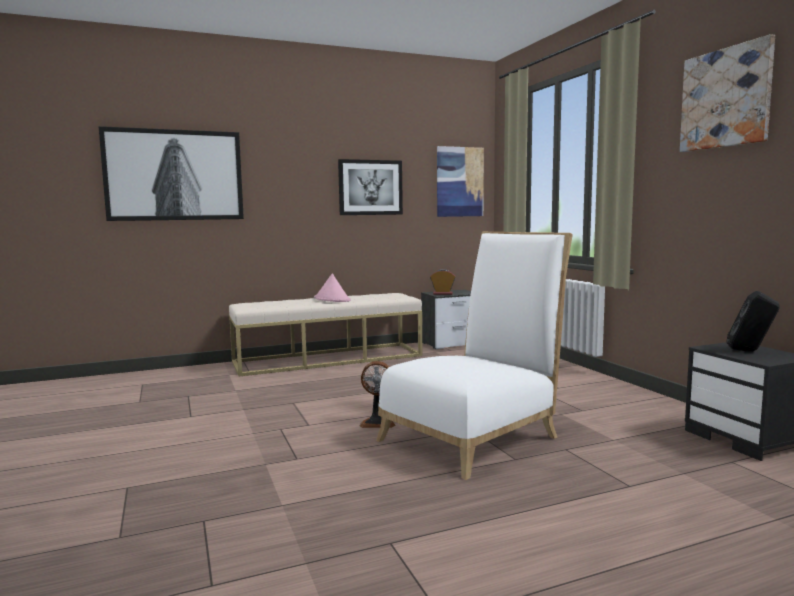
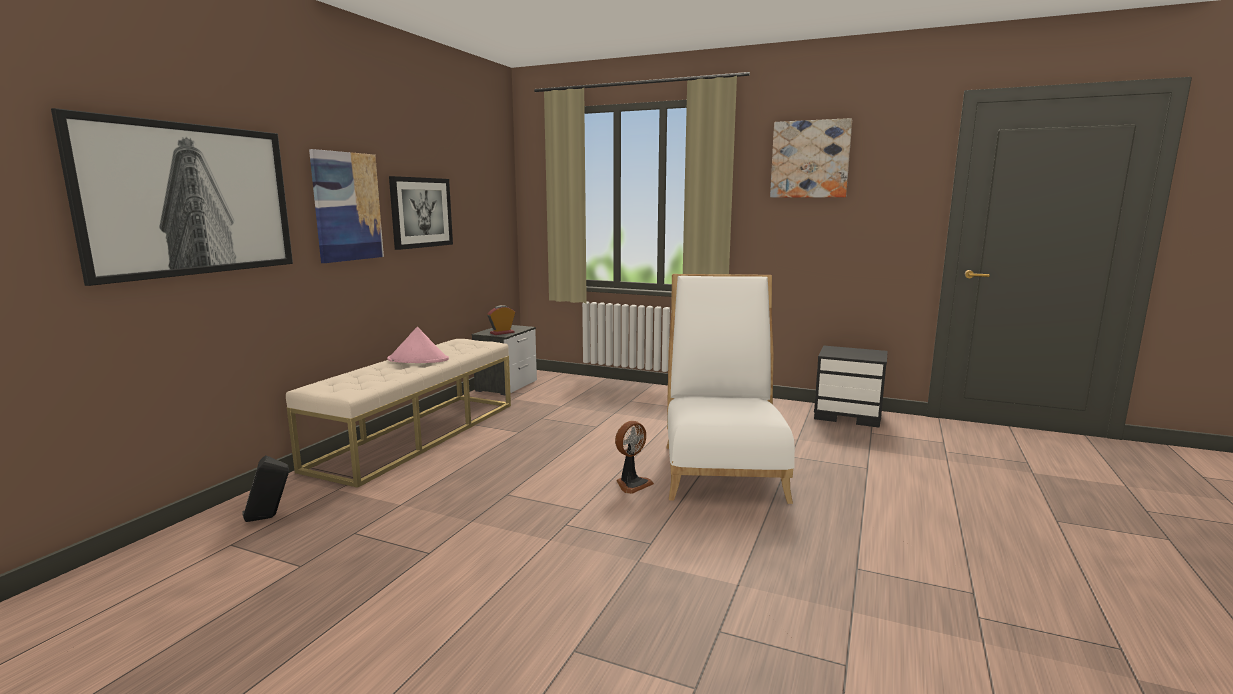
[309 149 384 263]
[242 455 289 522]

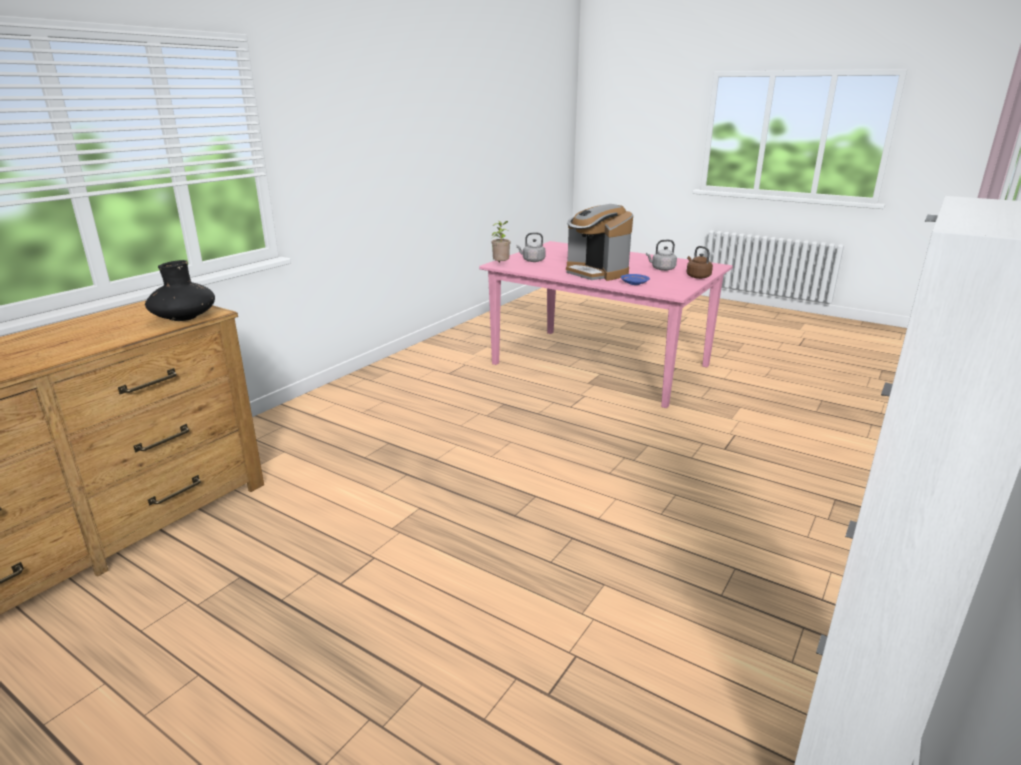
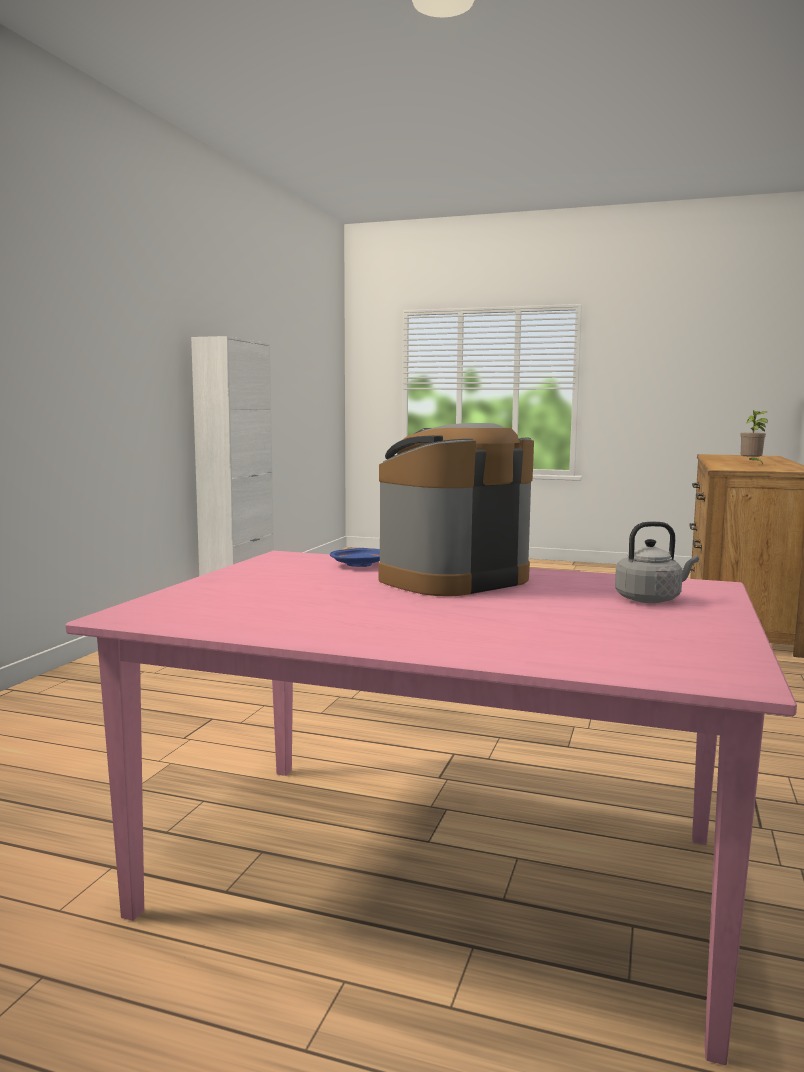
[378 423 534 596]
[740 410 768 465]
[646 240 677 271] (first image)
[687 246 713 279] (first image)
[145 260 215 321] (first image)

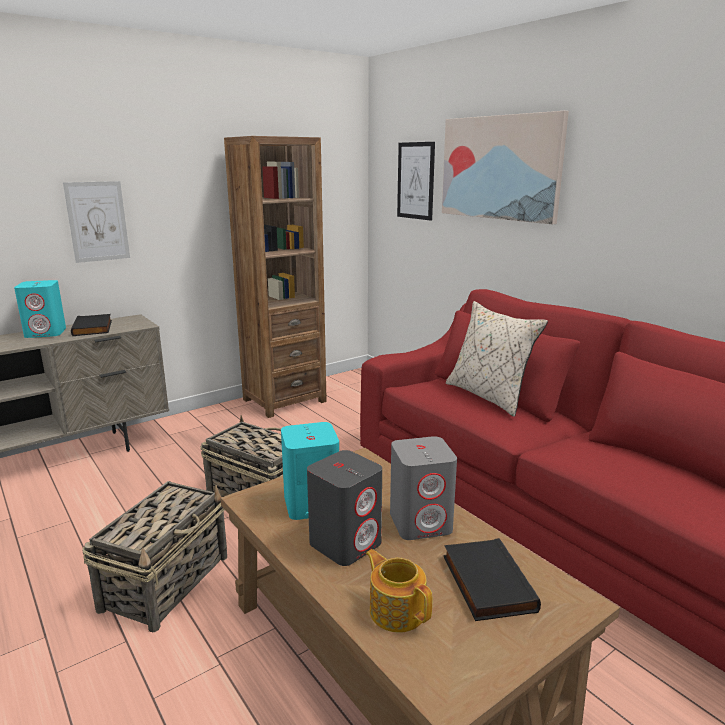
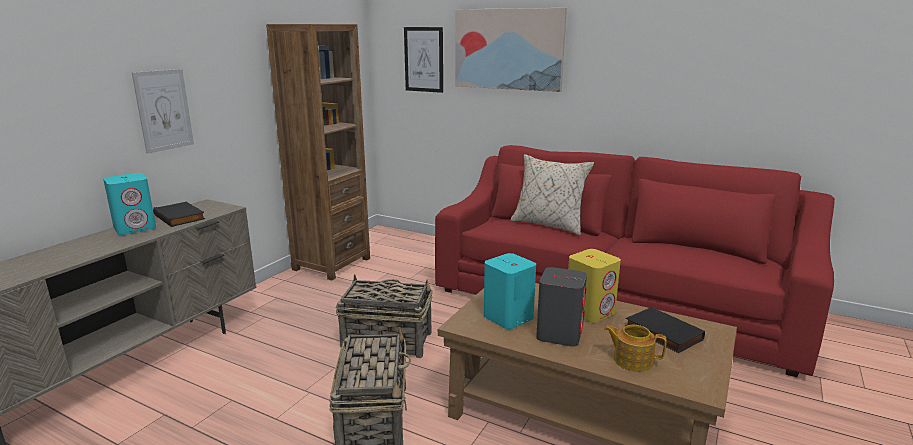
[568 249 621 323]

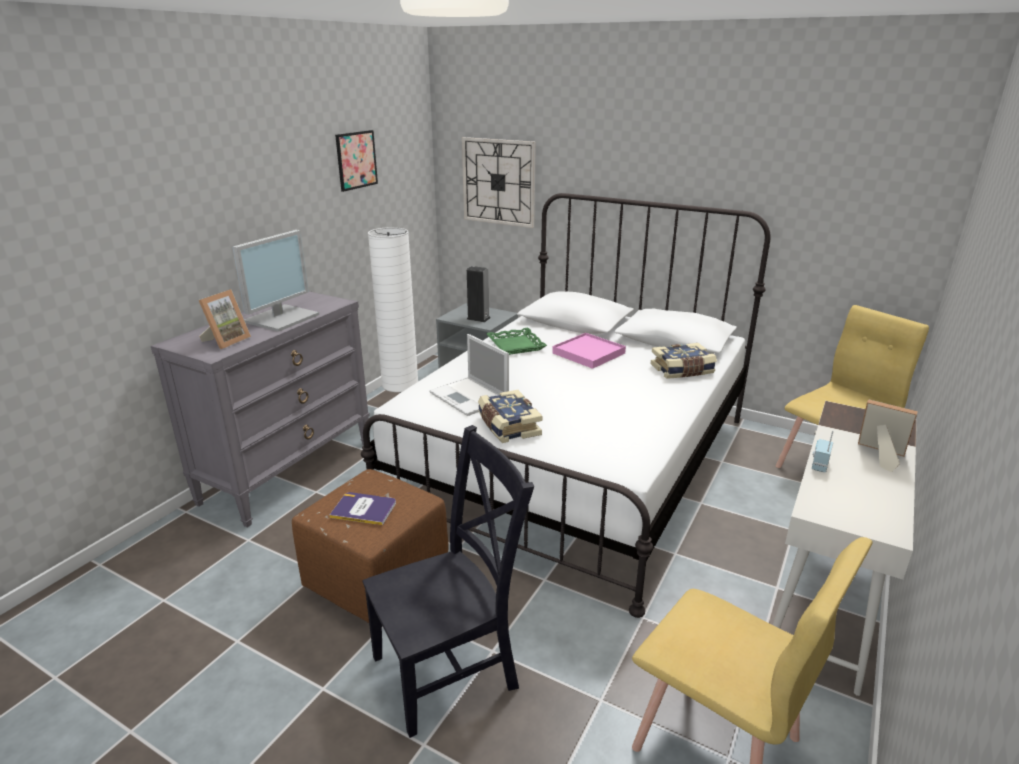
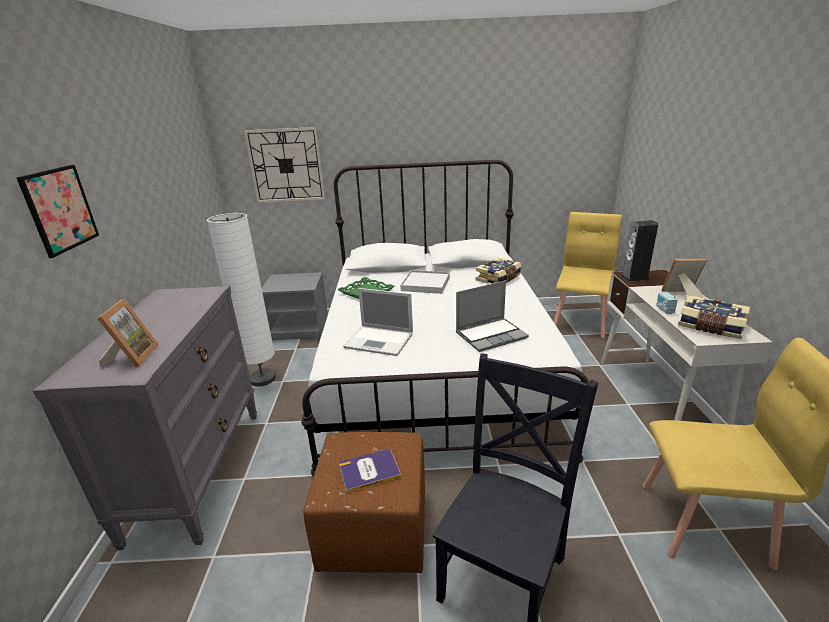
[17 165 99 258]
[233 230 319 332] (first image)
[621 220 658 282]
[400 270 450 294]
[678 295 750 339]
[456 281 529 352]

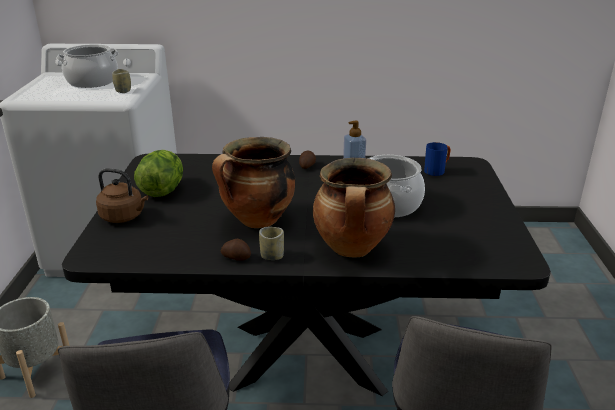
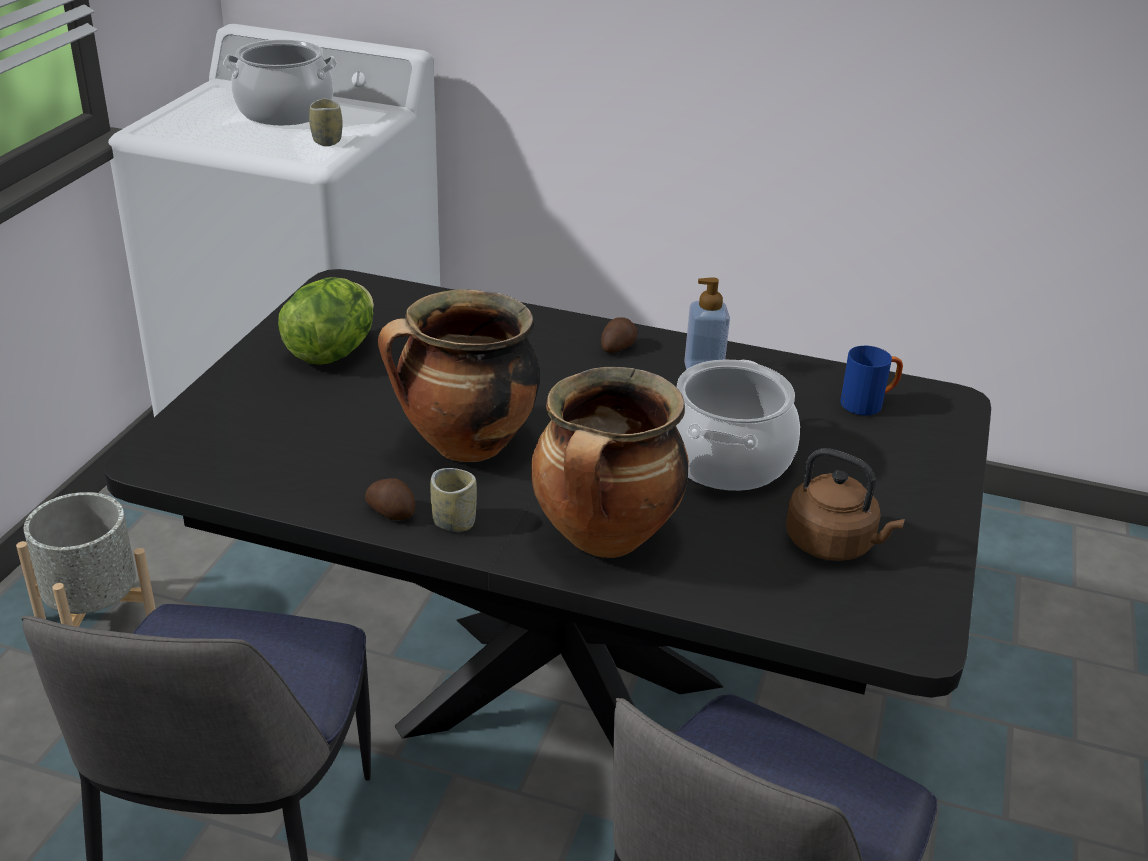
[786 448 905 561]

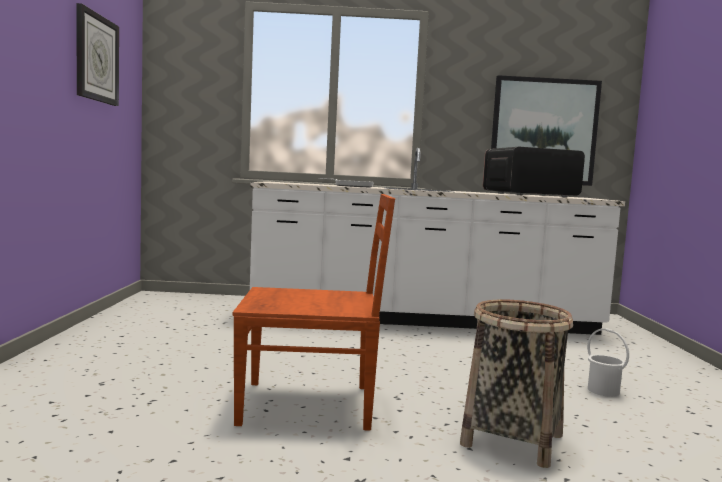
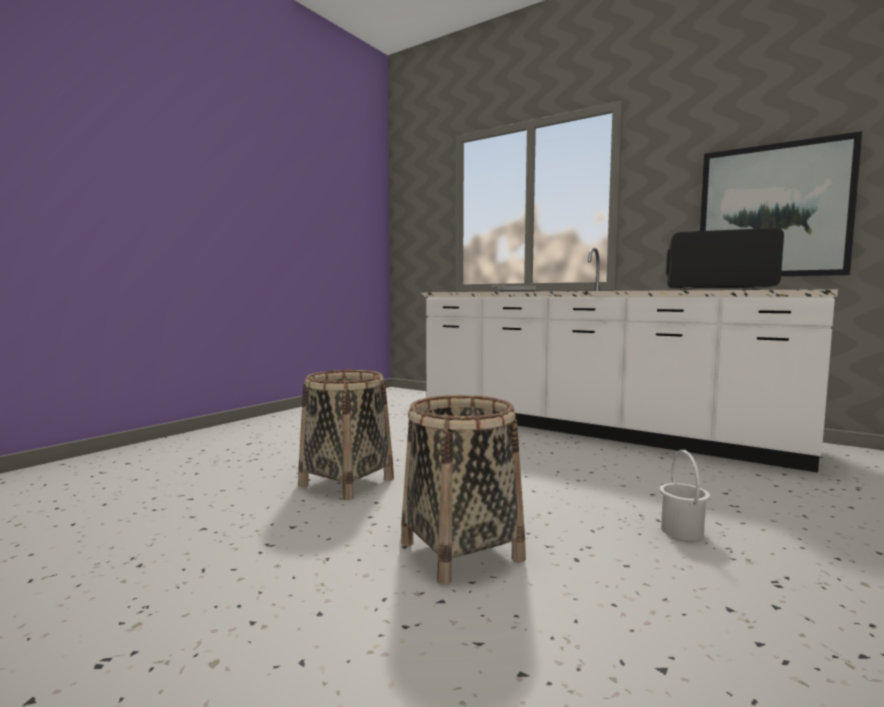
[76 3 119 106] (first image)
[298 370 394 500]

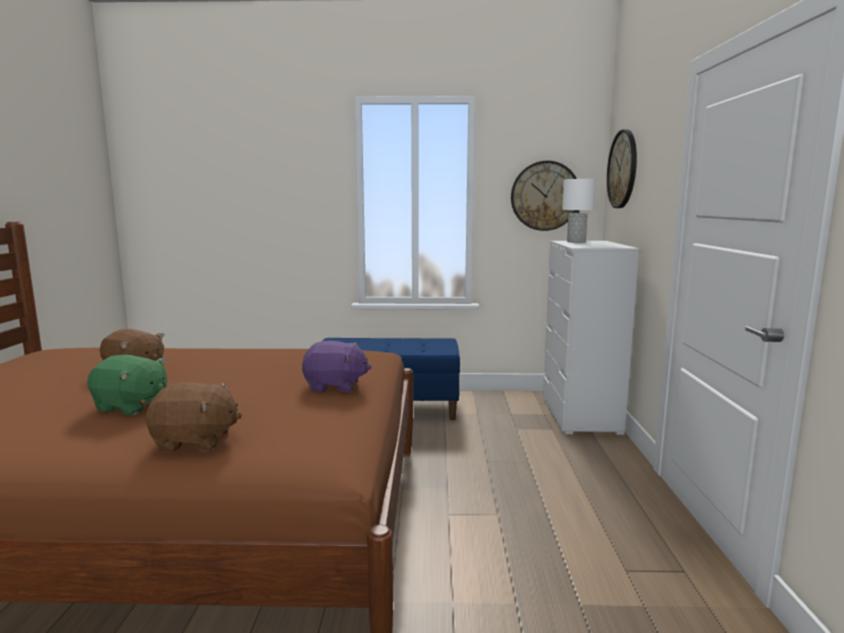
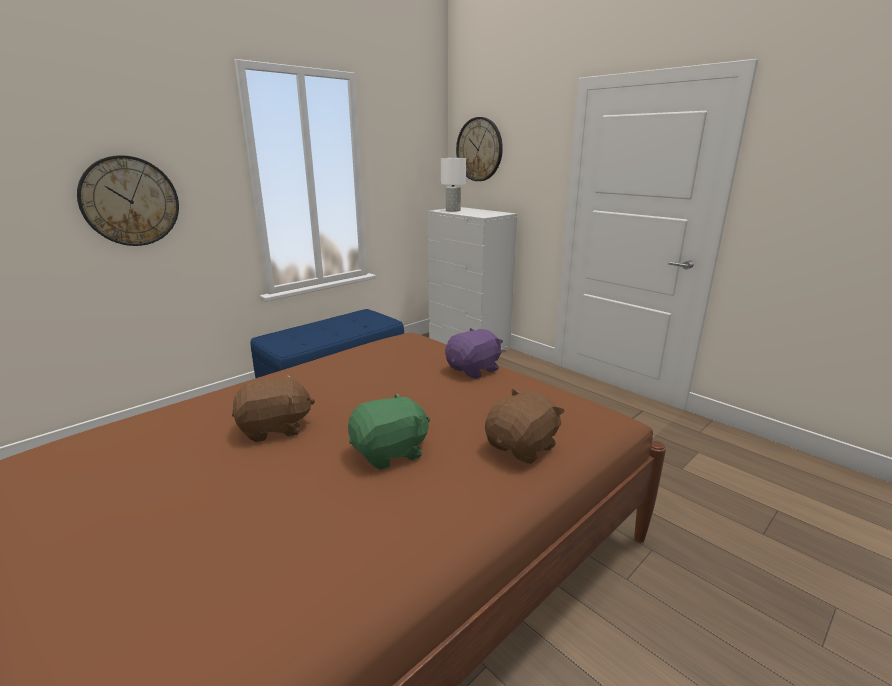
[77 155 179 246]

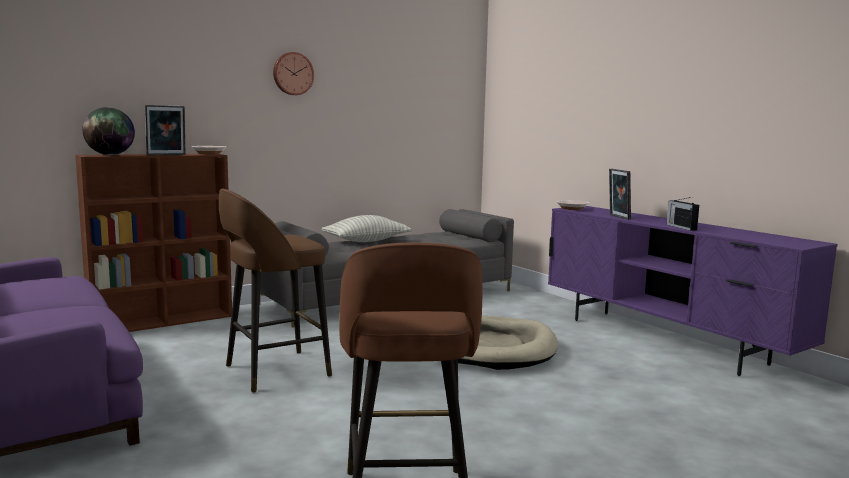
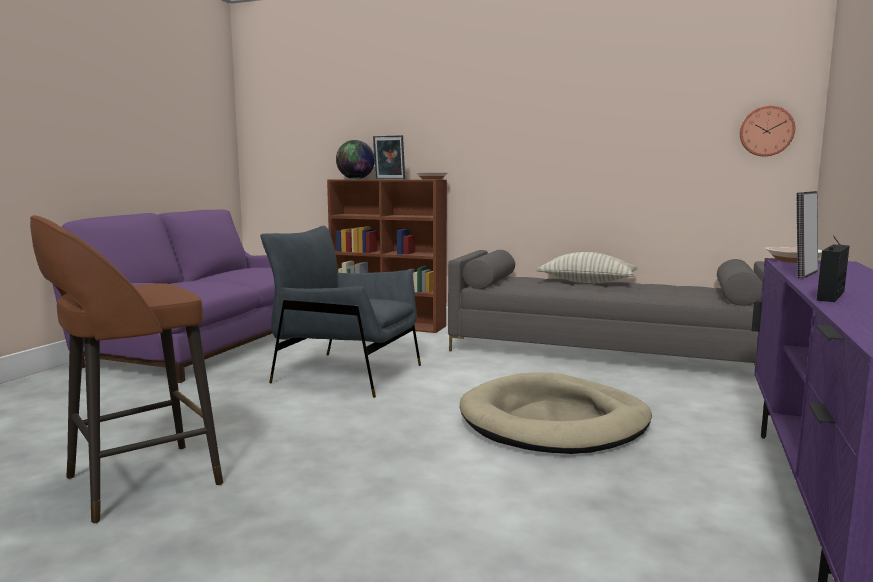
[740 106 795 156]
[260 226 421 398]

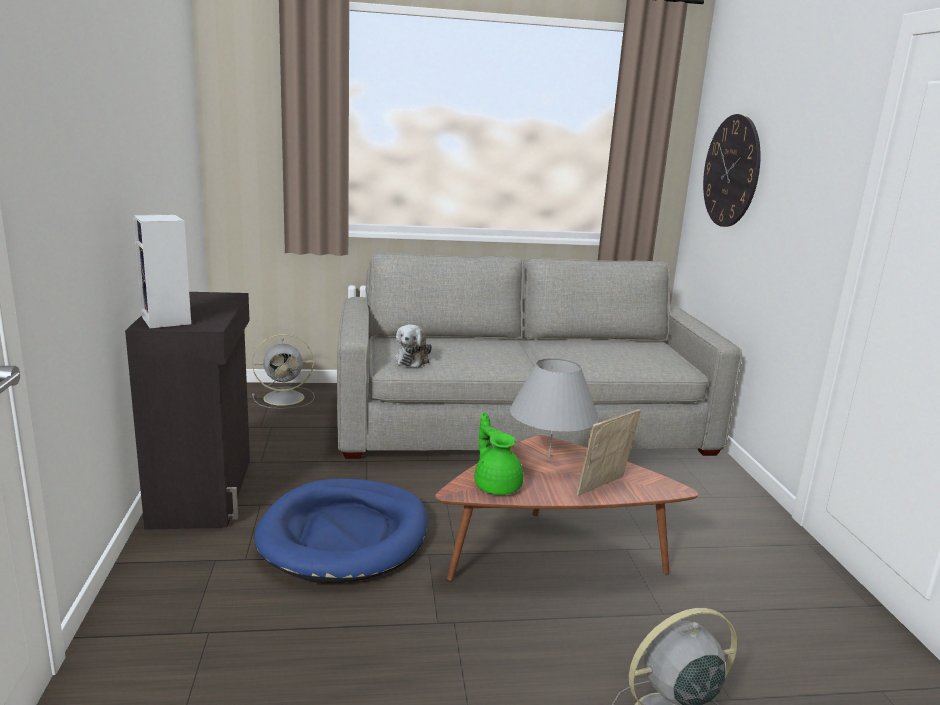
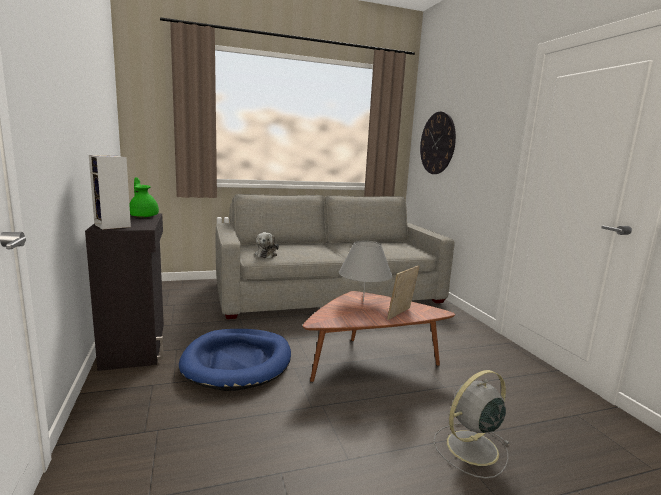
[252 334 315 409] (first image)
[129 177 159 217]

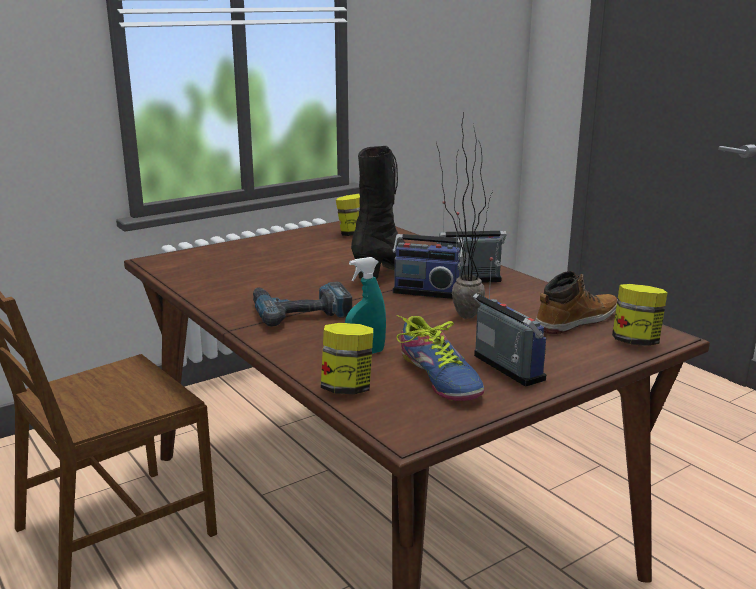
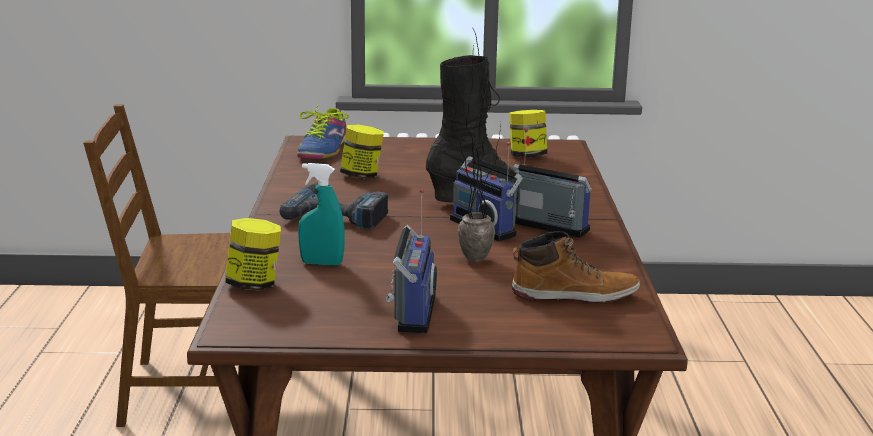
[340 125 384 179]
[297 103 348 159]

